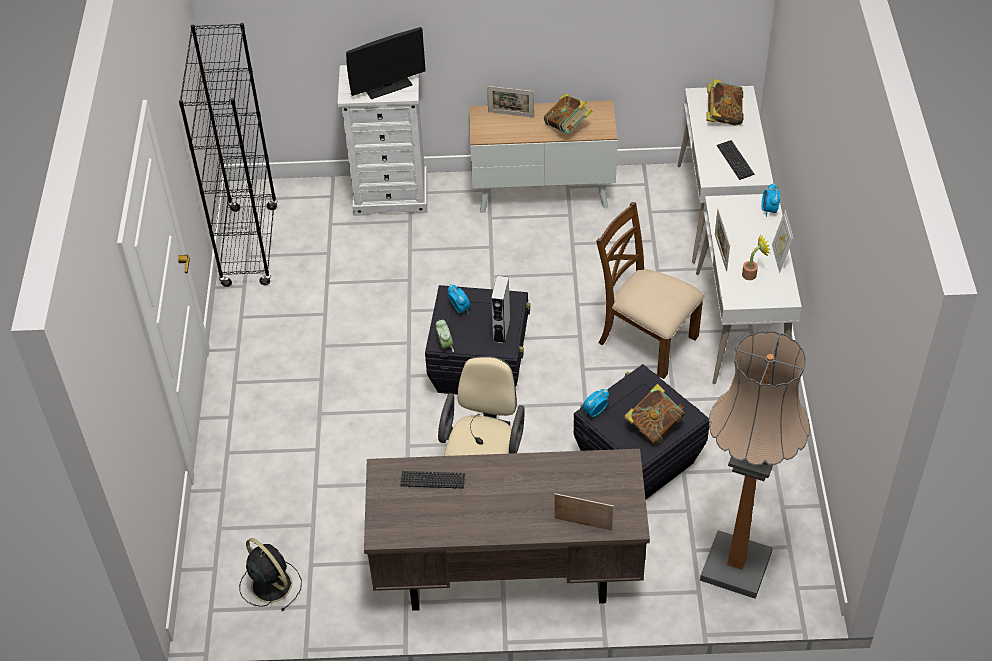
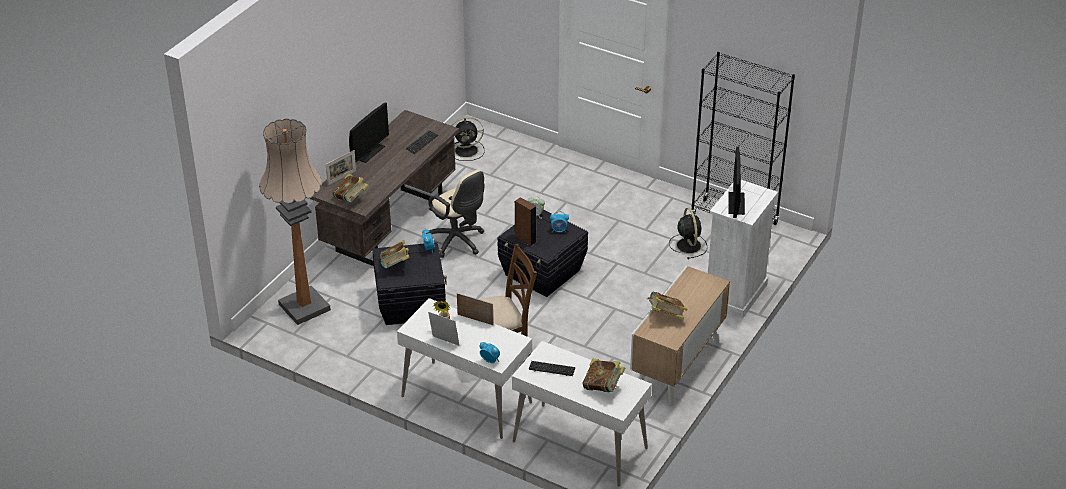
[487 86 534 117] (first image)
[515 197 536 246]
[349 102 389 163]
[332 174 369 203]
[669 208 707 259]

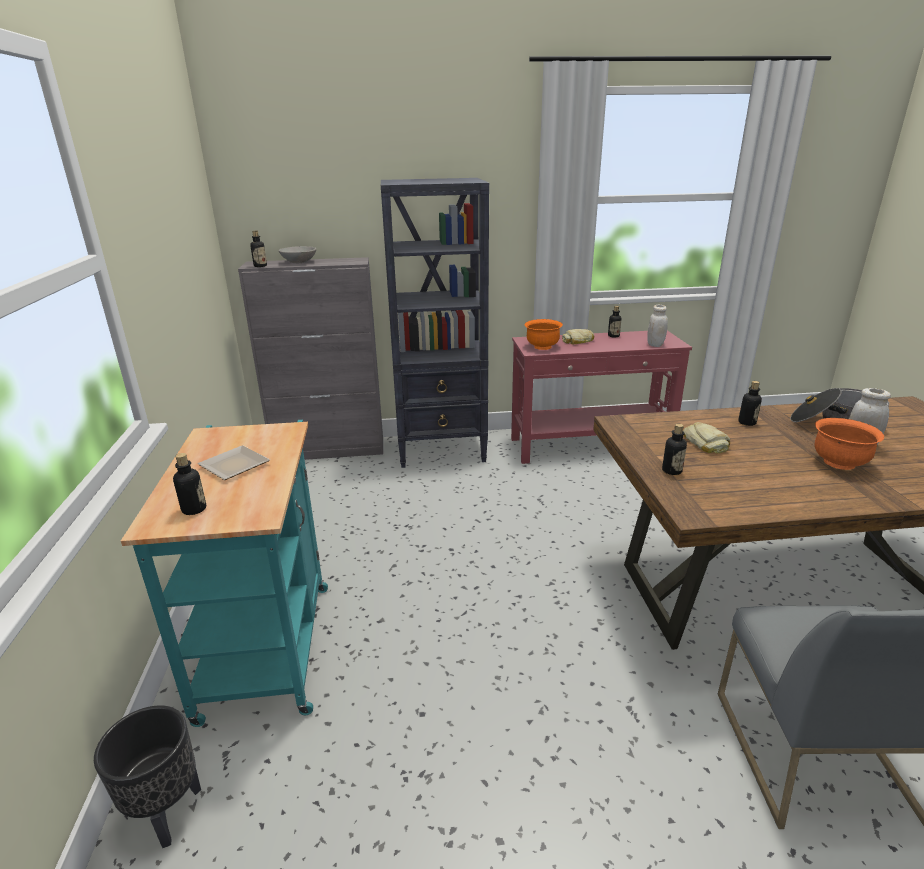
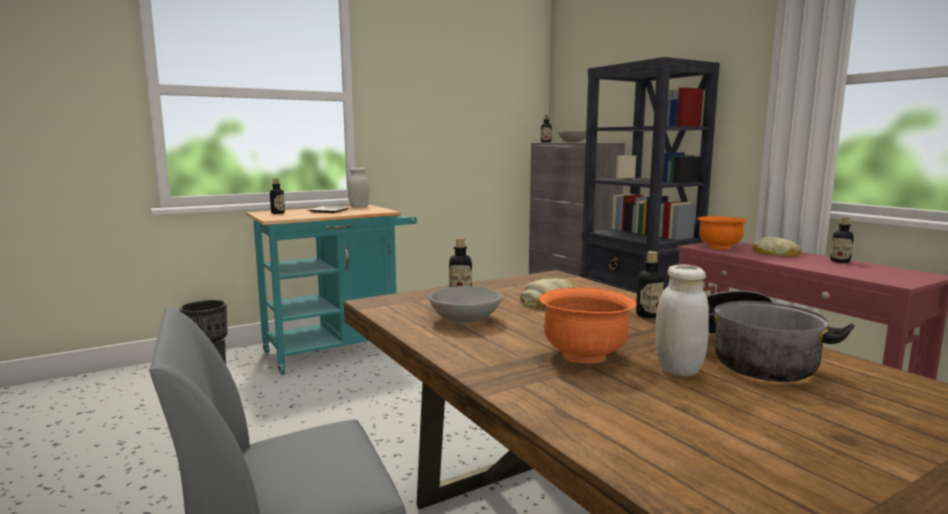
[348 167 369 207]
[429 286 502 323]

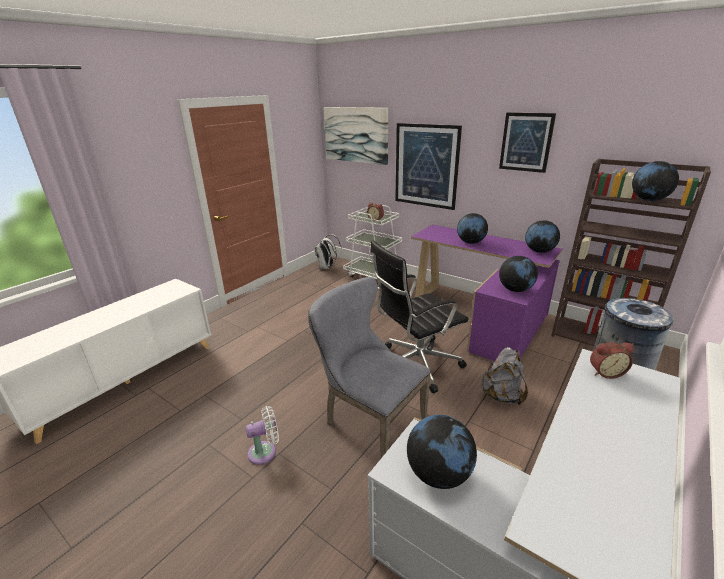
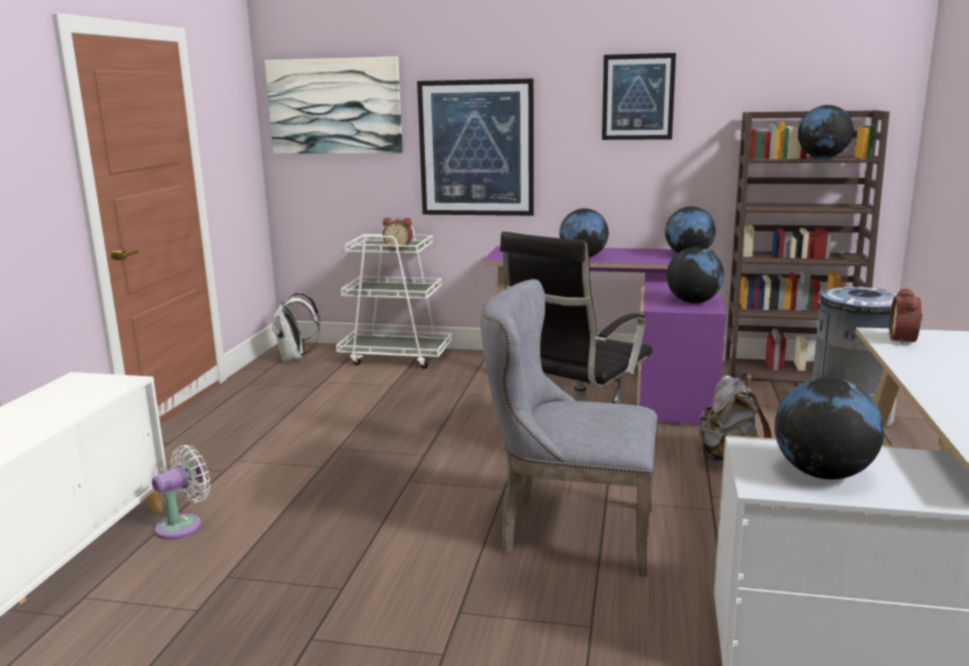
[889 288 923 345]
[152 445 210 539]

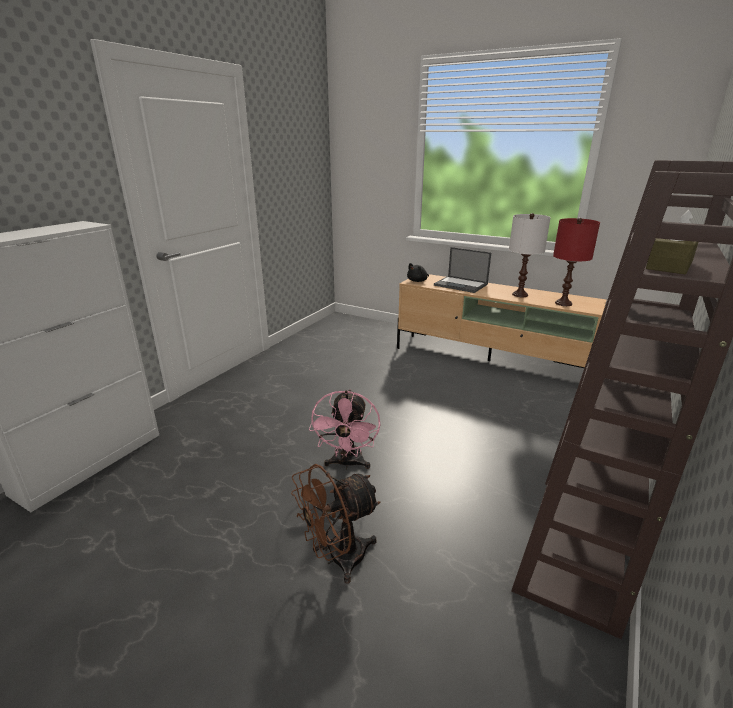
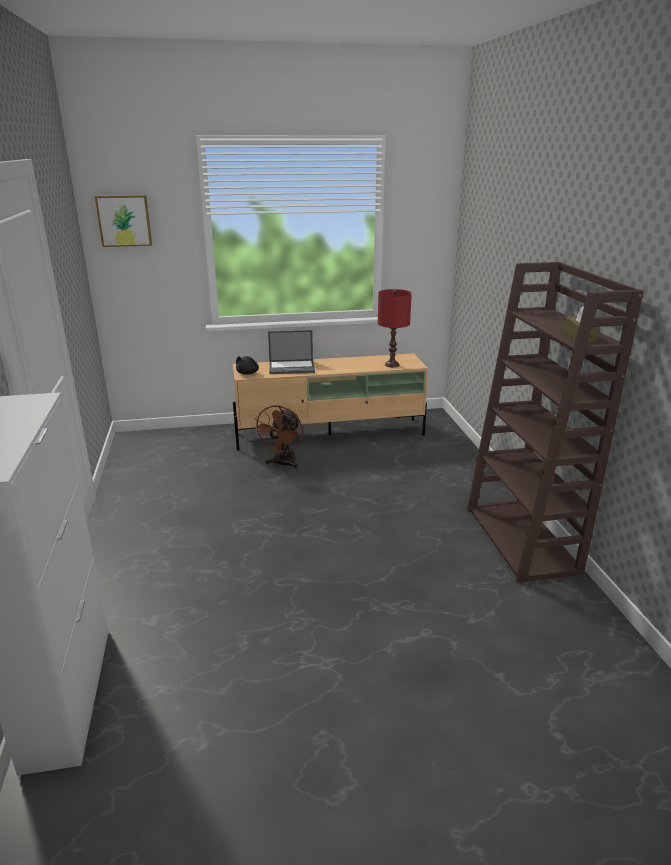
[509 213 551 297] (first image)
[309 389 380 470] (first image)
[252 405 304 469]
[95 195 152 247]

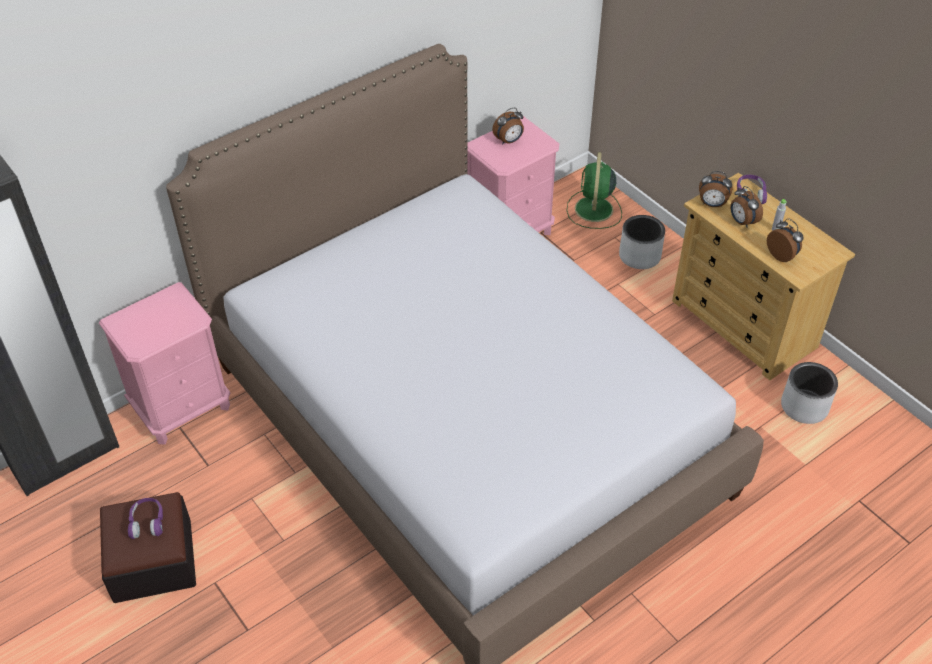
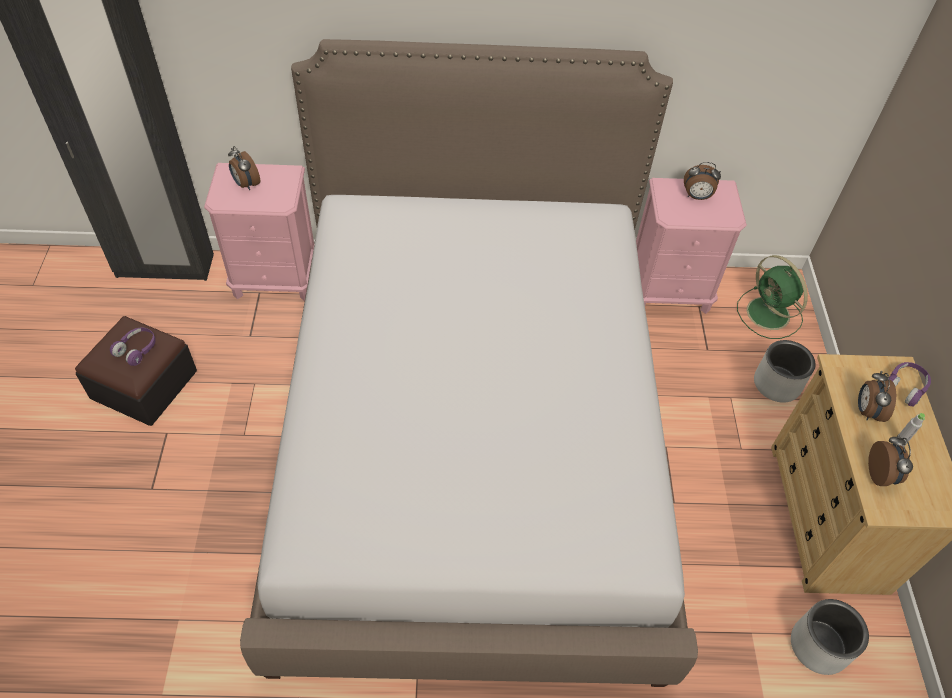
[737 255 808 339]
[228 146 260 190]

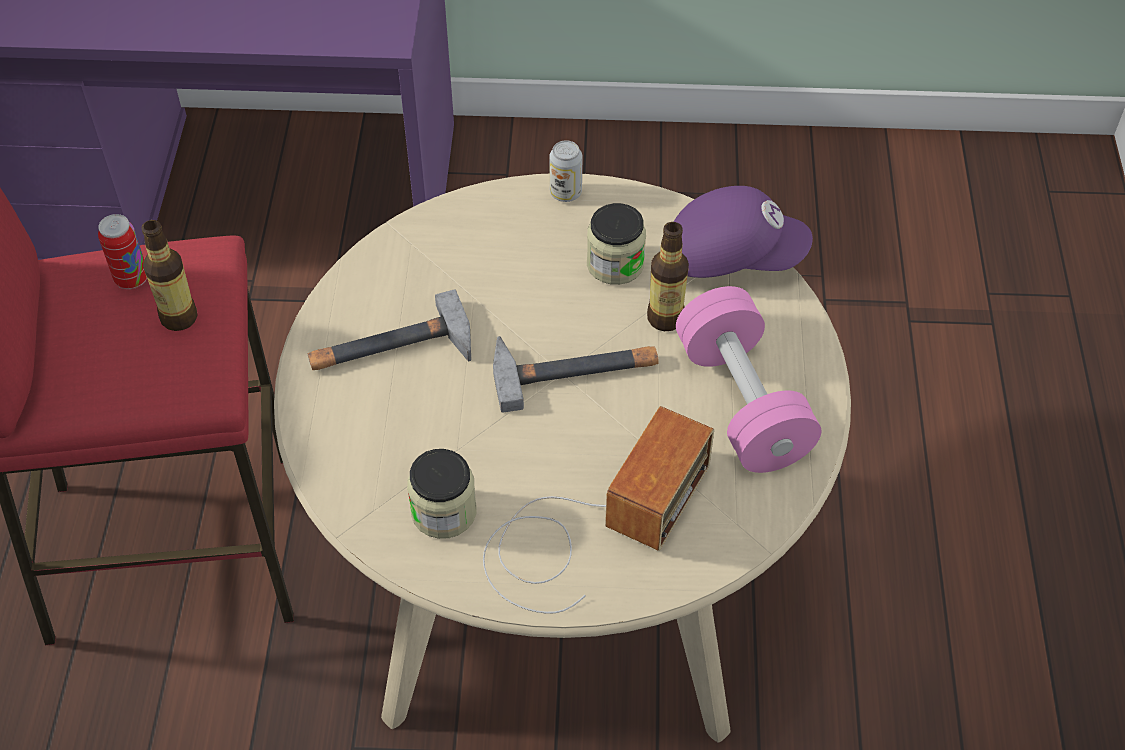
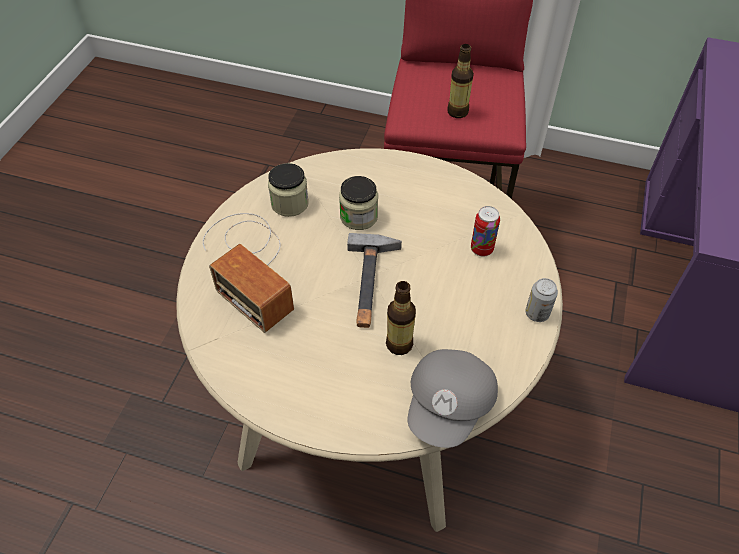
[408 349 498 448]
[339 176 378 230]
[471 206 500 256]
[676 286 821 473] (first image)
[307 289 471 370] (first image)

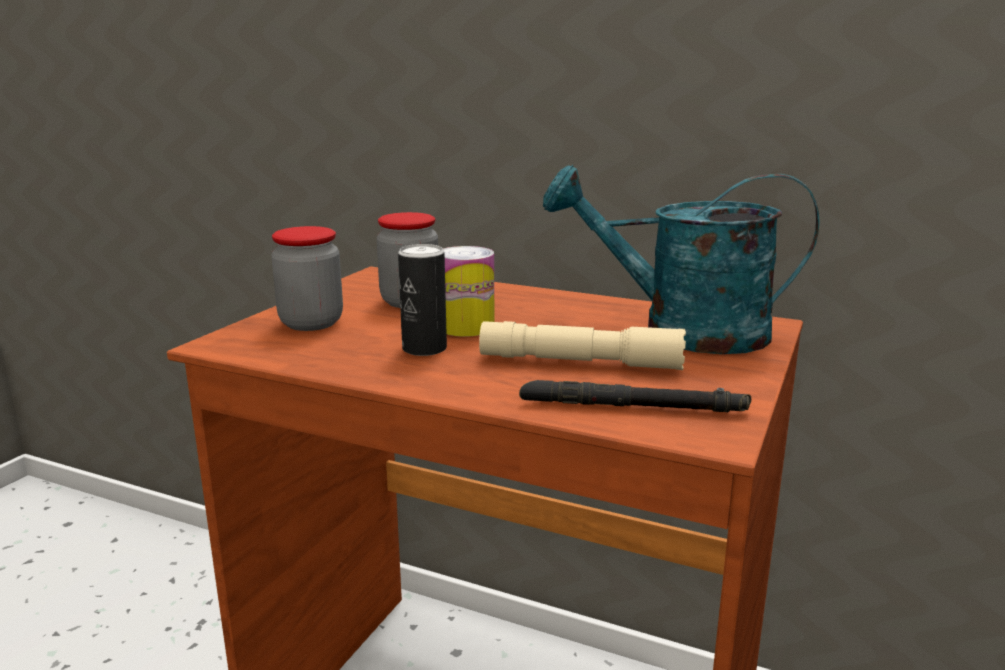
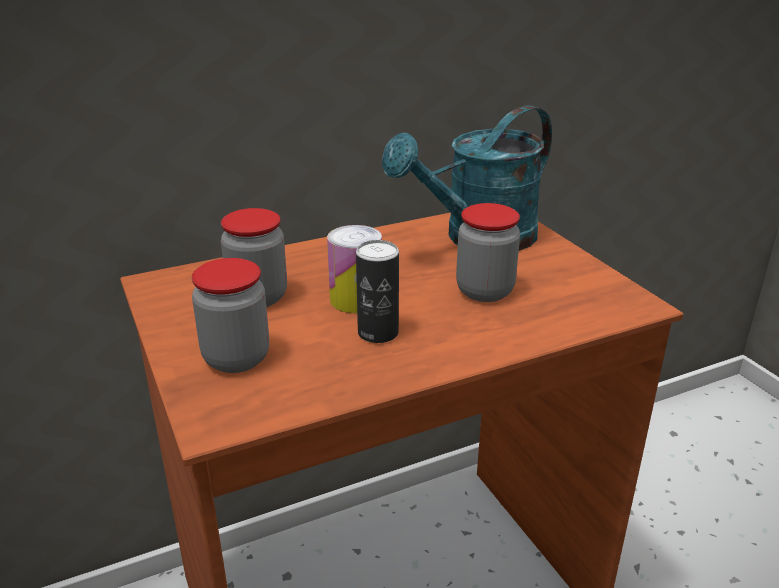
[456 203 520 302]
[519 380 752 412] (first image)

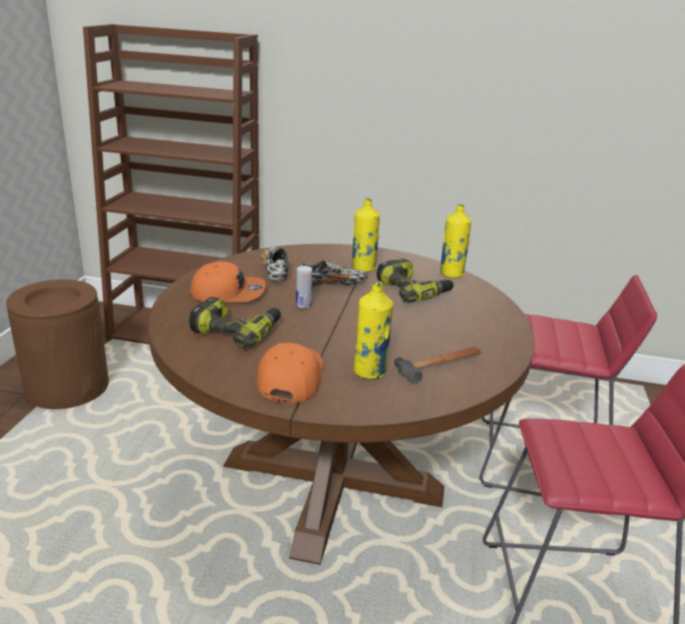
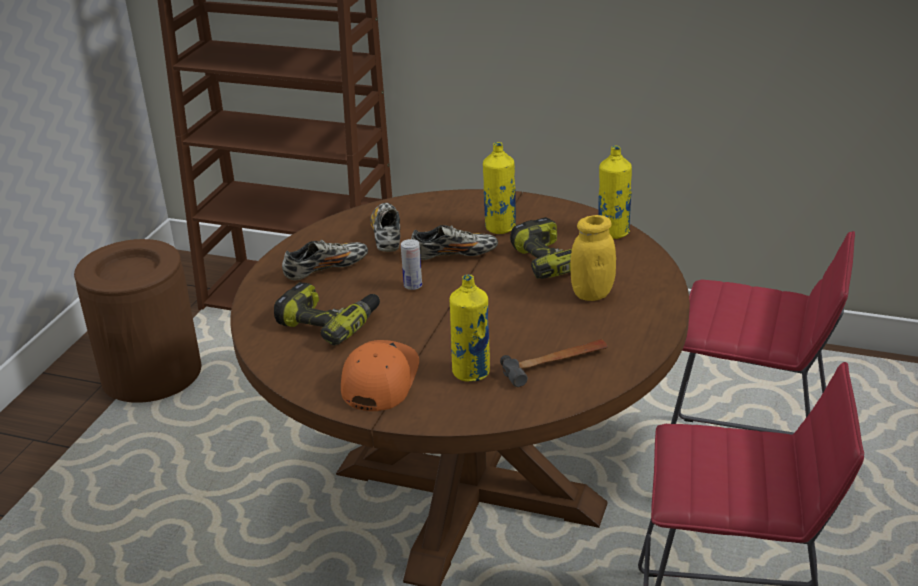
[282 240 368 280]
[570 215 616 301]

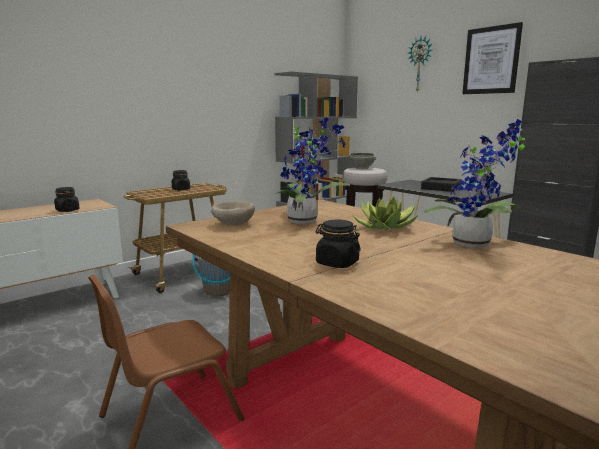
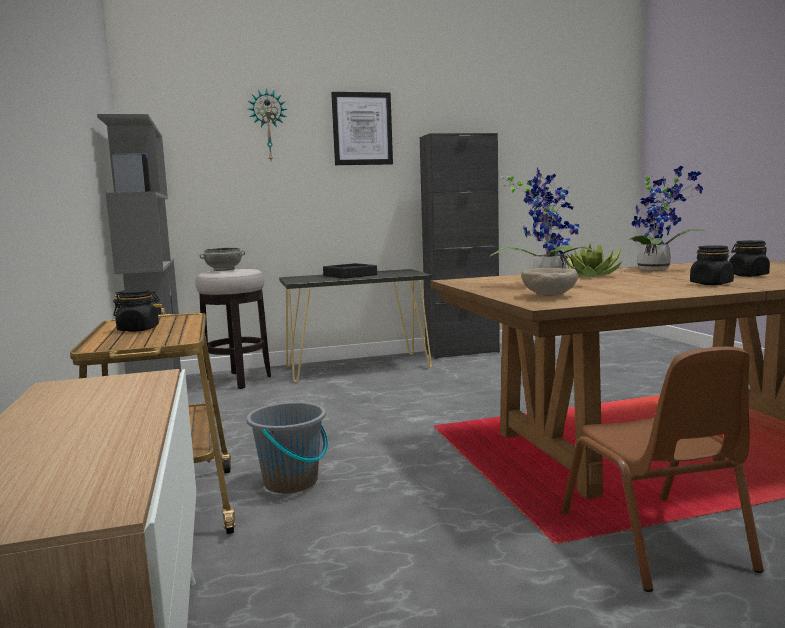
[729 240 770 277]

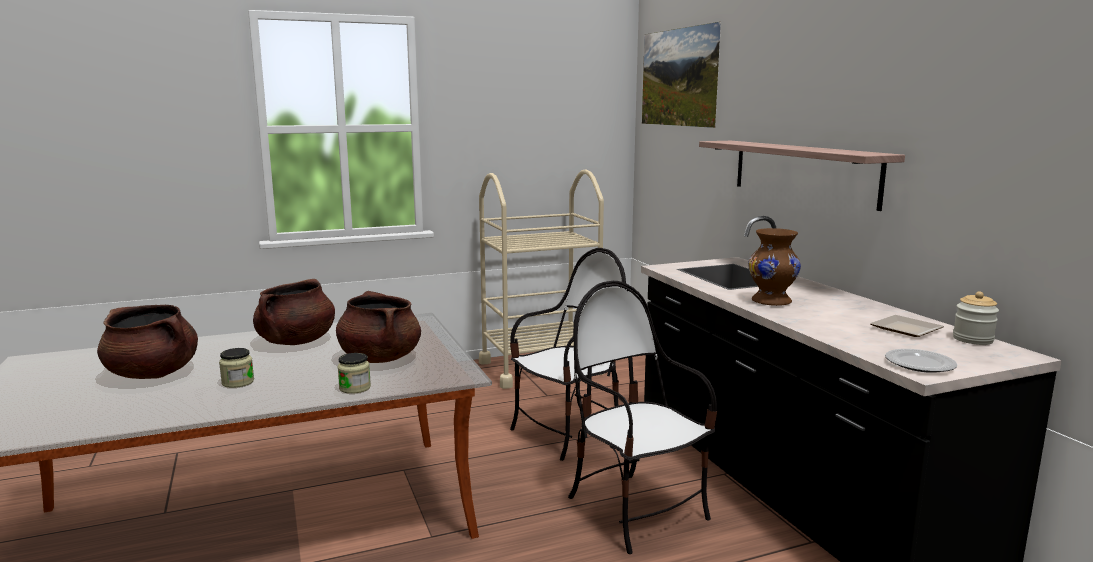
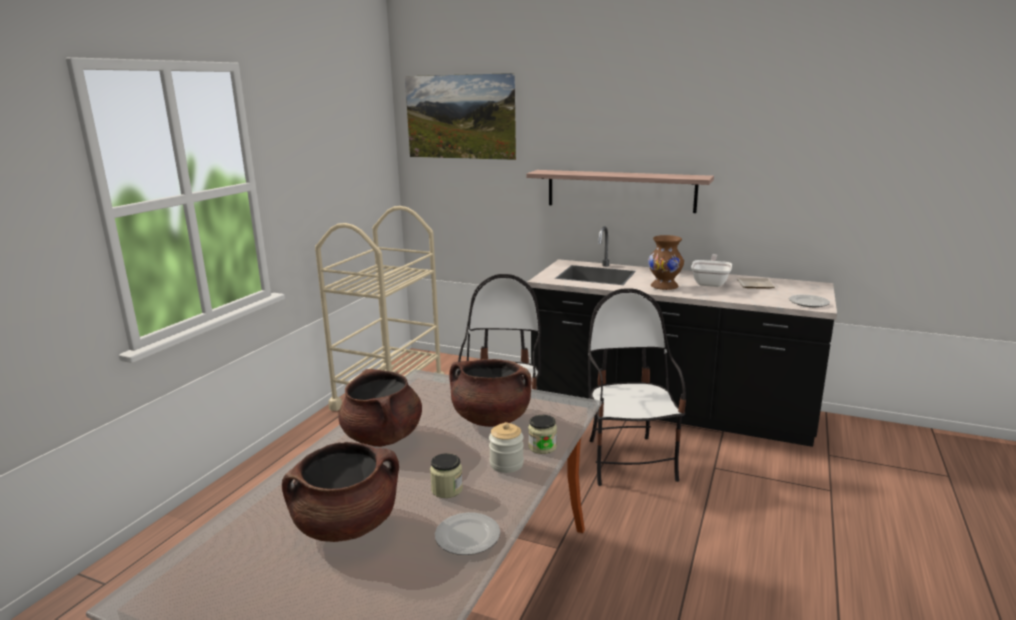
[588 288 686 486]
[489 422 524 473]
[691 254 732 287]
[435 512 500 555]

